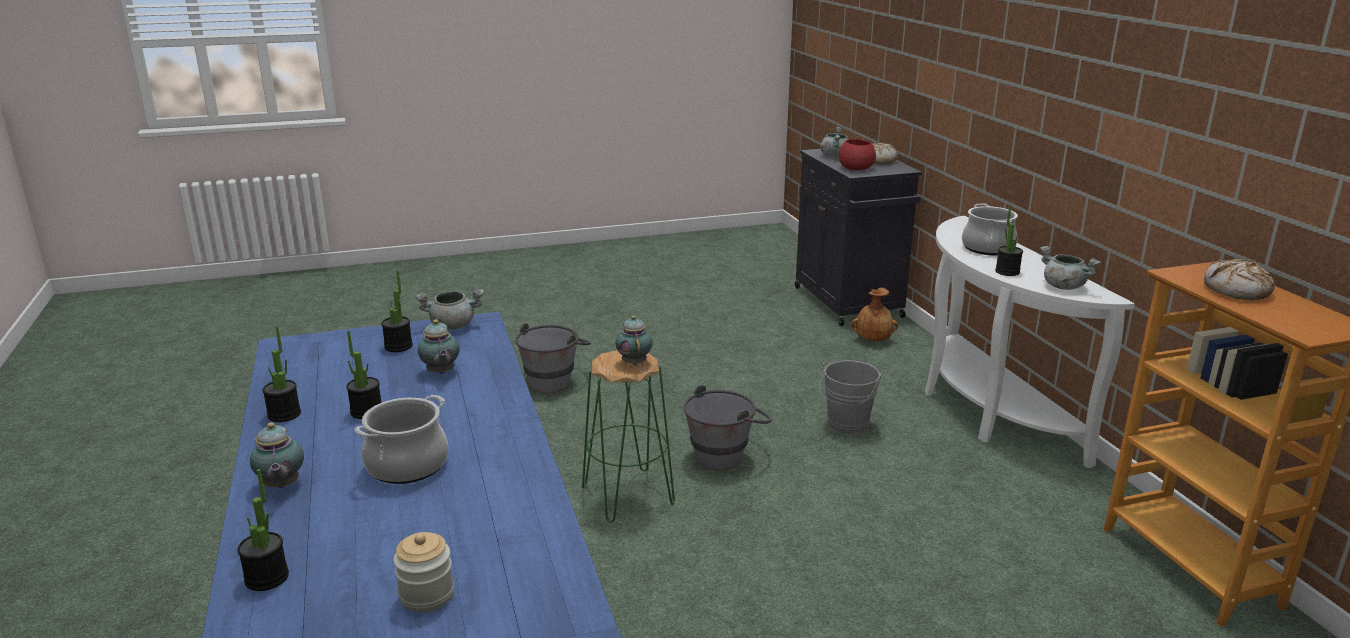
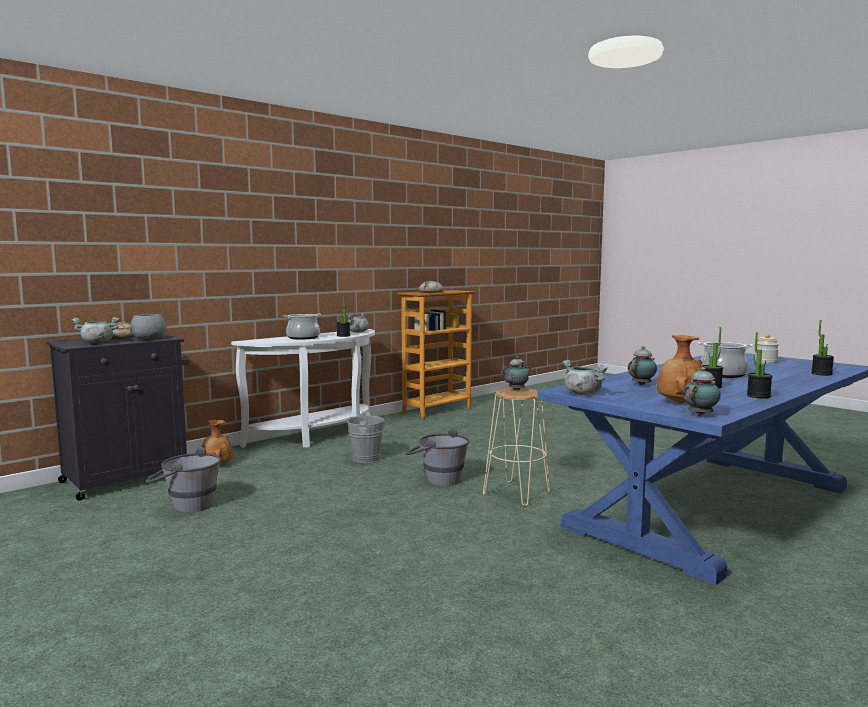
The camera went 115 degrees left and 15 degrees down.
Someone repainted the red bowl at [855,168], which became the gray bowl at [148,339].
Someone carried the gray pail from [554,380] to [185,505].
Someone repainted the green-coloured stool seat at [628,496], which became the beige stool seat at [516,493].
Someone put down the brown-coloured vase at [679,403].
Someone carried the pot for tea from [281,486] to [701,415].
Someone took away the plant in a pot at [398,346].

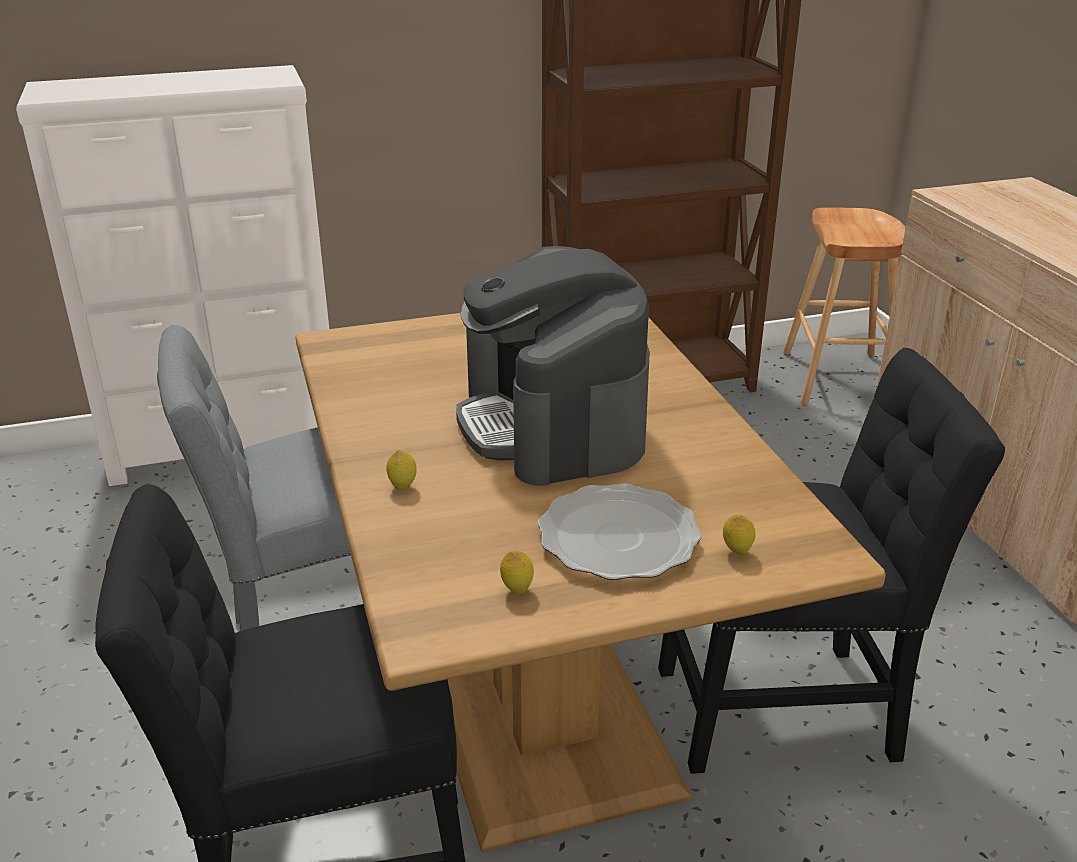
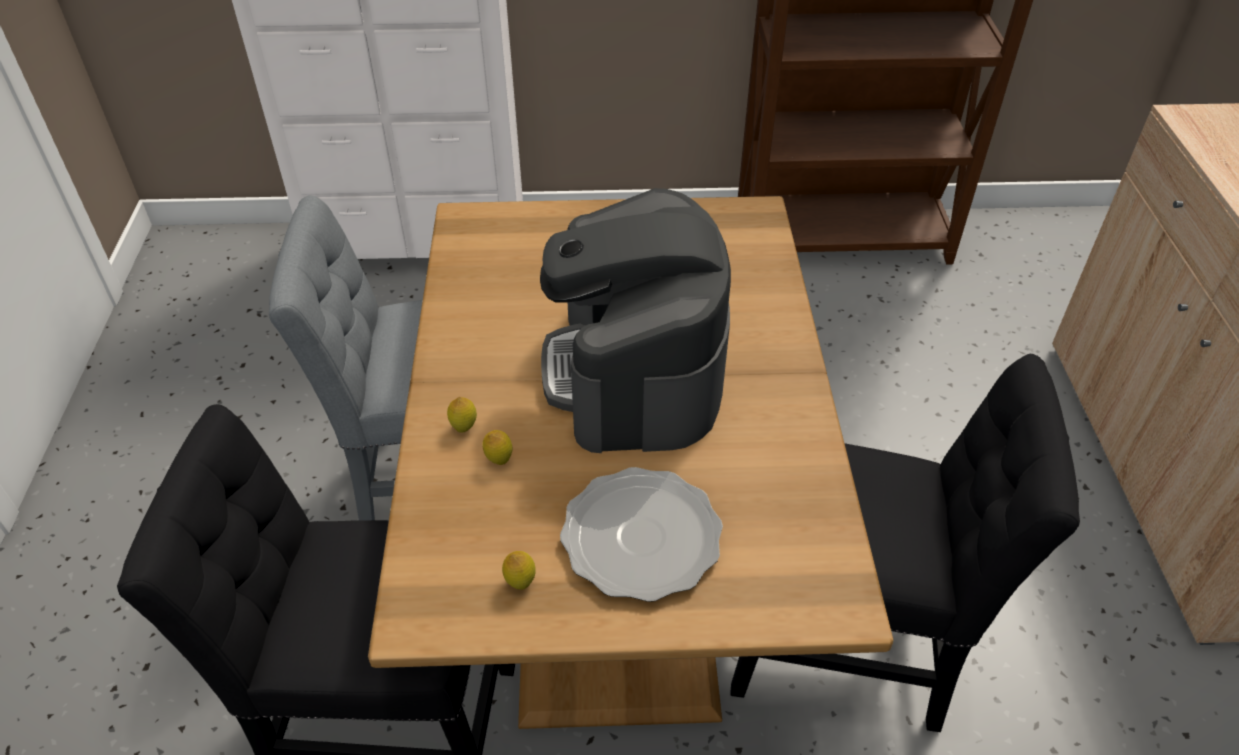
The camera went 15 degrees right and 15 degrees up.
Someone carried the lemon from [736,552] to [499,460].
Someone took away the brown-coloured stool seat at [838,378].

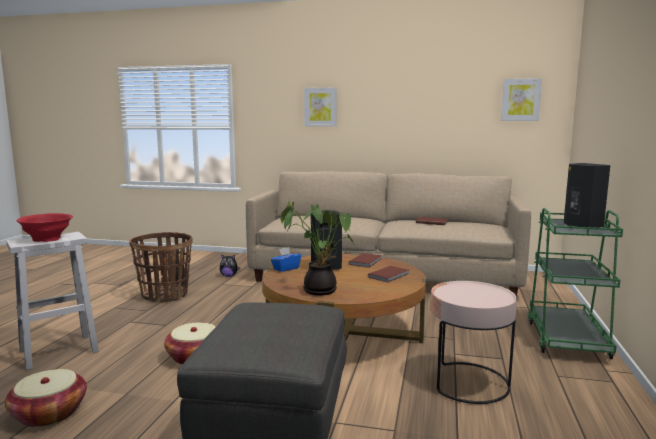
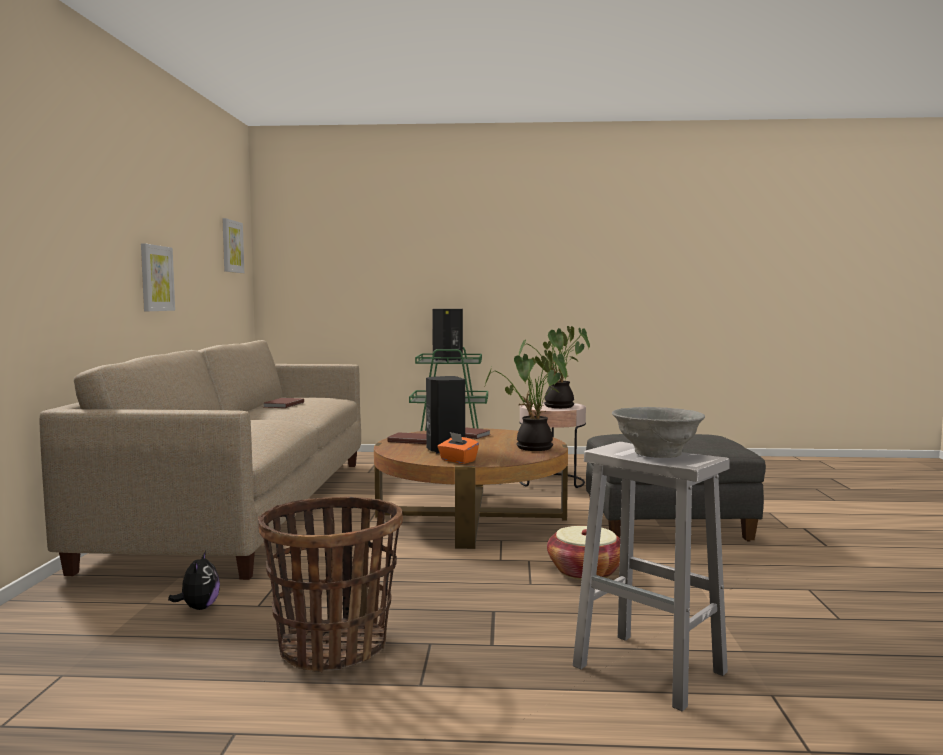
The camera went 100 degrees left and 5 degrees down.
Someone carried the picture from [320,107] to [156,278].
Someone repainted the blue box of tissues at [286,268], which became the orangey box of tissues at [457,461].
Someone put down the plant in a pot at [556,406].
Someone repainted the red bowl at [47,239], which became the gray bowl at [656,453].
Someone took away the basket at [49,414].

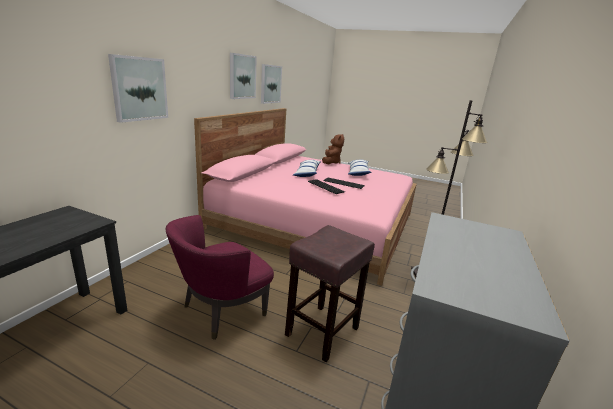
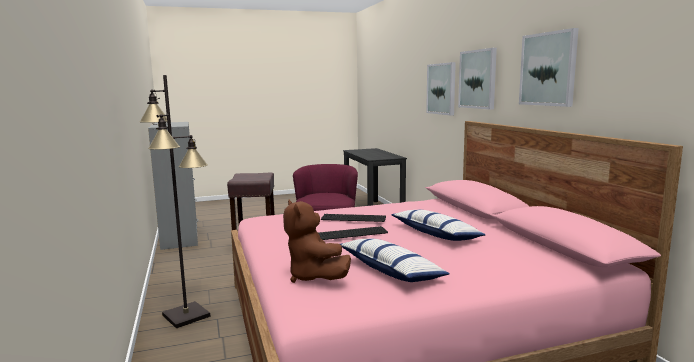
The camera went 140 degrees right and 10 degrees down.
Someone carried the brown-coloured soft toy from [331,162] to [314,277].
Someone carried the picture from [270,84] to [478,79].

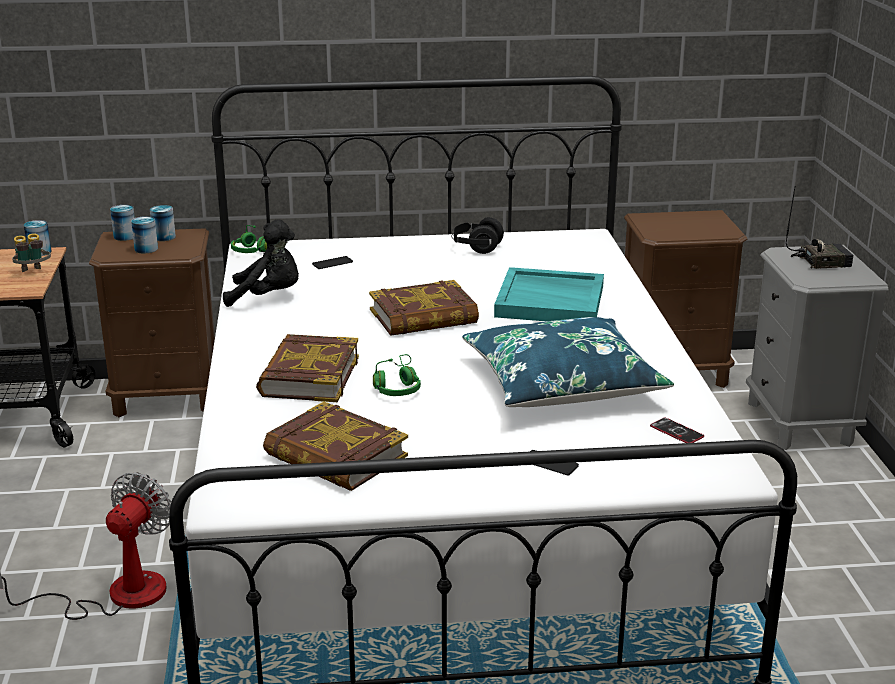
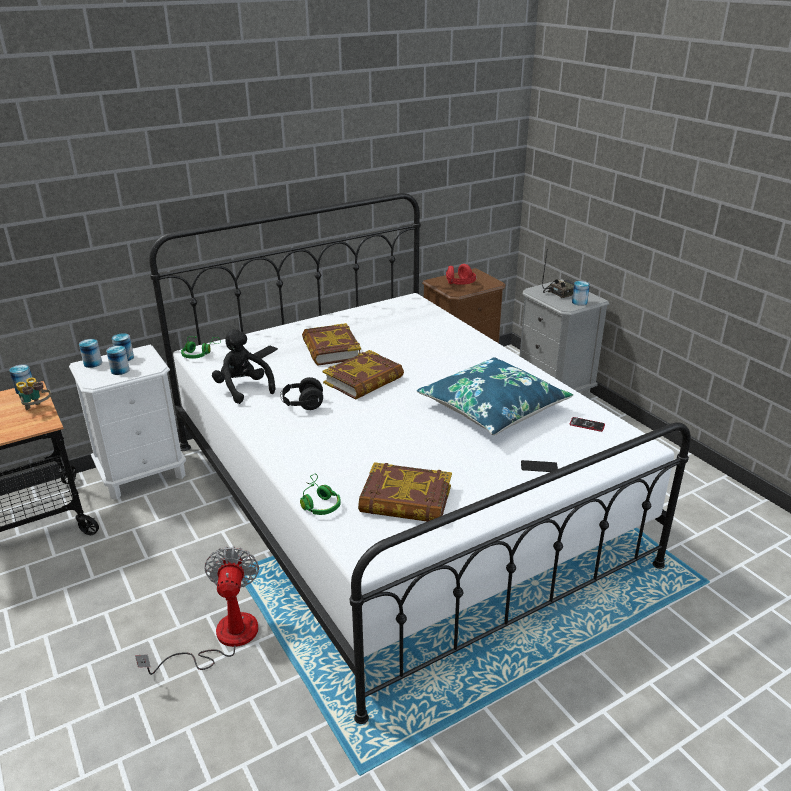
The camera went 25 degrees left and 5 degrees up.
Someone repainted the brown-coloured nightstand at [167,397], which became the whitish nightstand at [142,474].
Someone rotated the blackish soft toy at [268,297] by 105 degrees counterclockwise.
Someone carried the blackish pair of headphones from [476,248] to [302,404].
Someone carried the green-coloured pair of headphones from [397,386] to [319,502].
Someone carried the volume from [309,376] to [331,350].
Someone put down the red pair of headphones at [460,284].
Someone put down the can at [579,302].
Someone took away the blue-green carrying tray at [551,301].

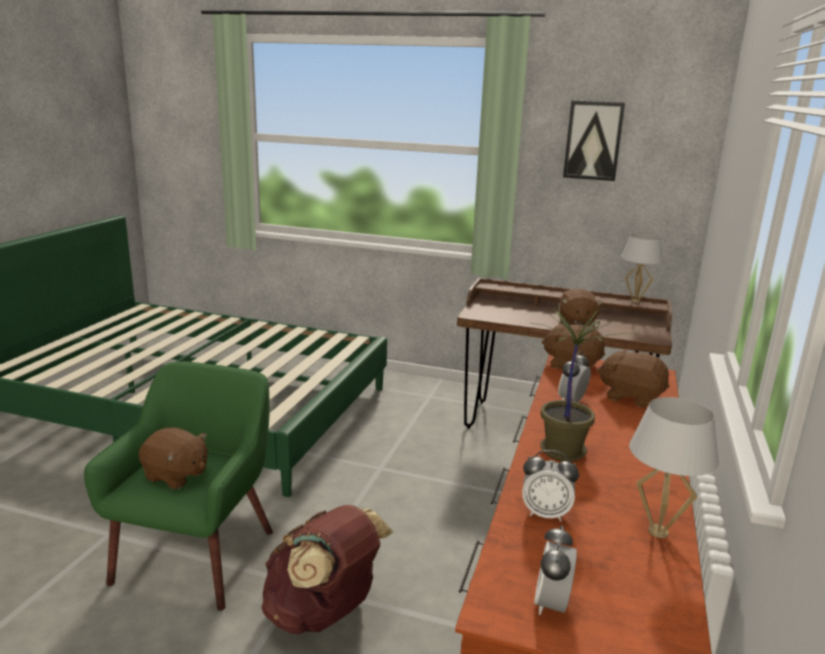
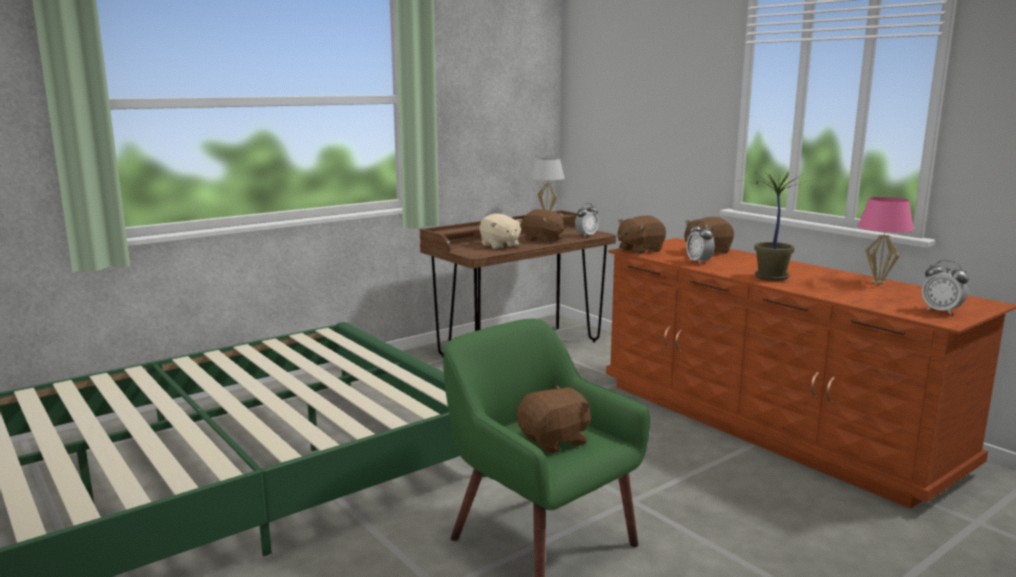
The camera went 55 degrees left and 5 degrees down.
Someone put down the beige soft toy at [500,246].
Someone carried the bedside clock from [545,513] to [586,235].
Someone repainted the whitish table lamp at [657,531], which became the pink table lamp at [878,282].
Someone took away the brown-coloured knapsack at [323,613].
Someone took away the picture at [593,140].

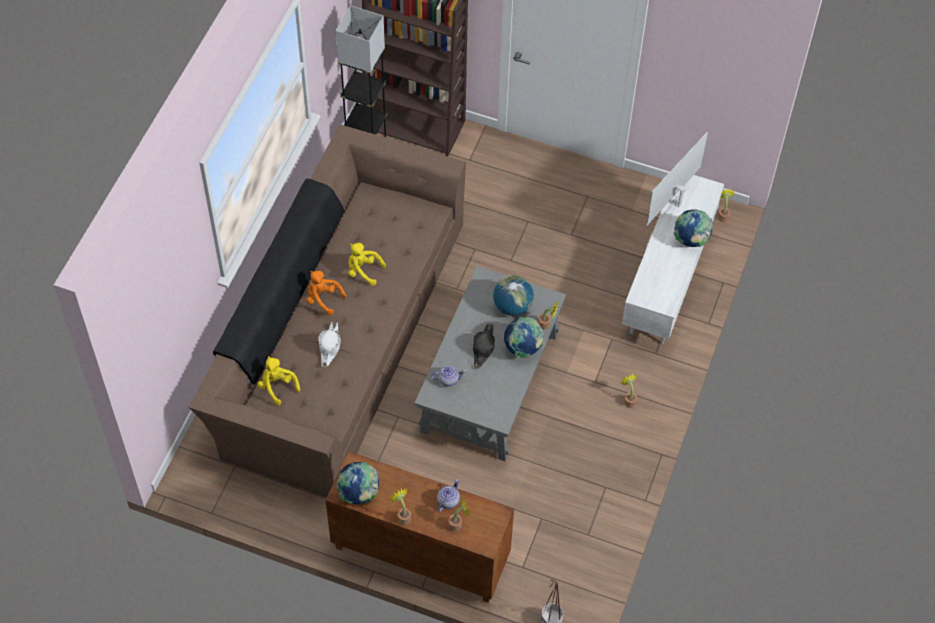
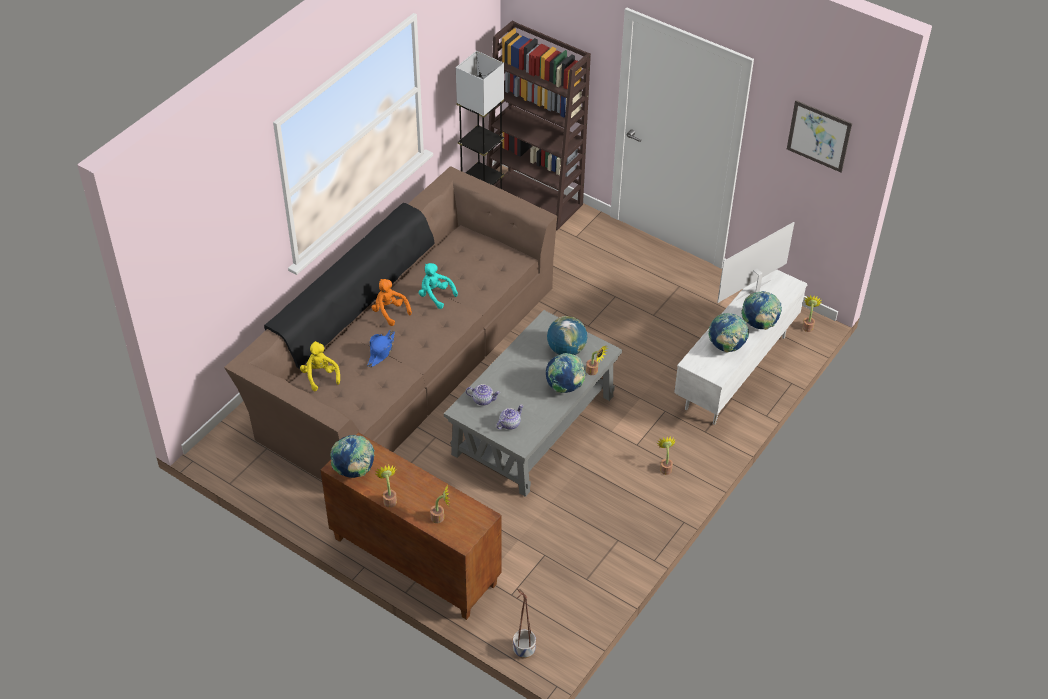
The camera went 15 degrees right and 10 degrees down.
Someone repainted the whitish hat at [330,346], which became the blue hat at [381,351].
Someone repainted the yellowish soft toy at [363,271], which became the blue-green soft toy at [435,295].
Someone carried the pot for tea from [448,500] to [509,423].
Someone put down the globe at [726,347].
Someone put up the picture at [819,136].
Someone took away the blackish hat at [483,348].

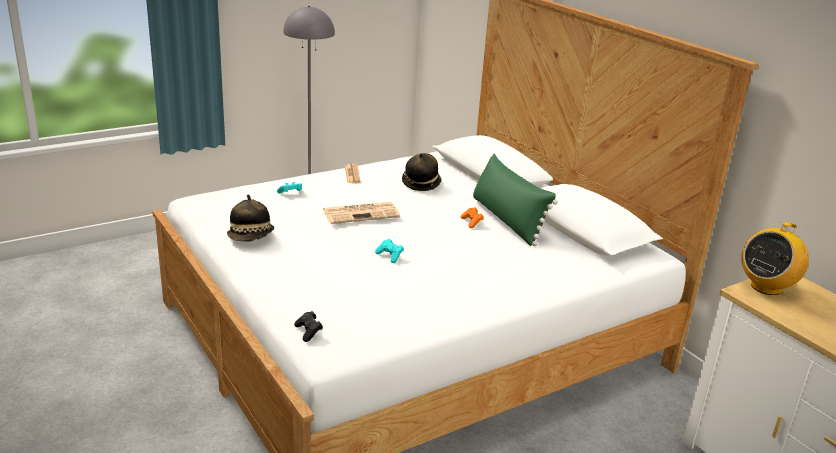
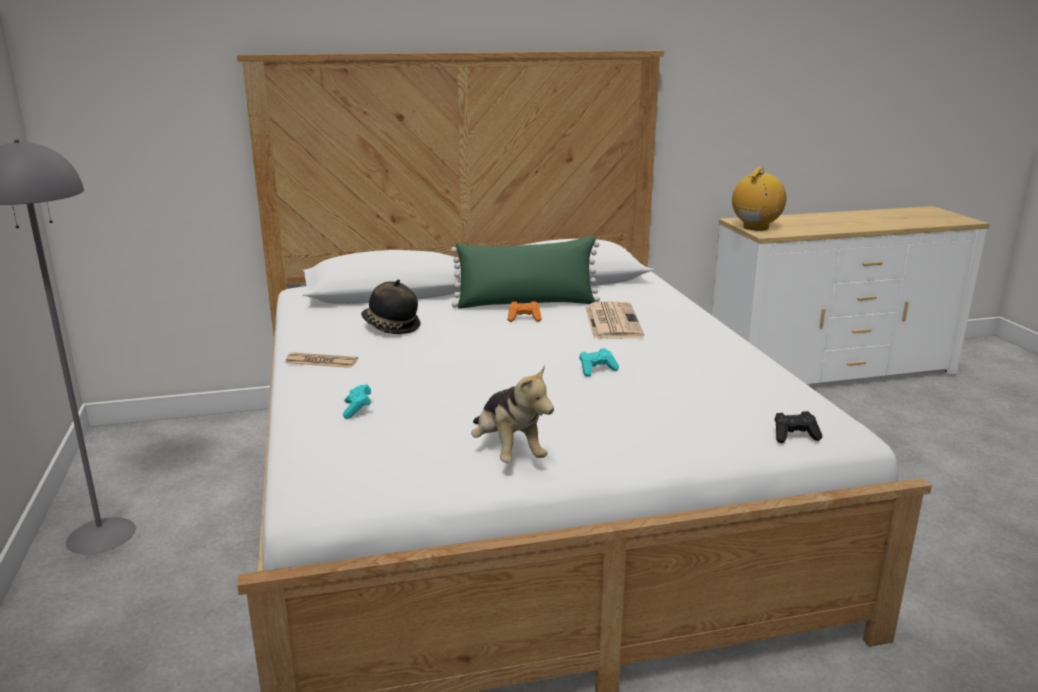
The camera went 70 degrees left and 5 degrees down.
Someone swapped the hat at [251,237] for the soft toy at [508,452].
Someone carried the newspaper from [361,213] to [612,321].
Someone rotated the radio set at [766,287] by 120 degrees counterclockwise.

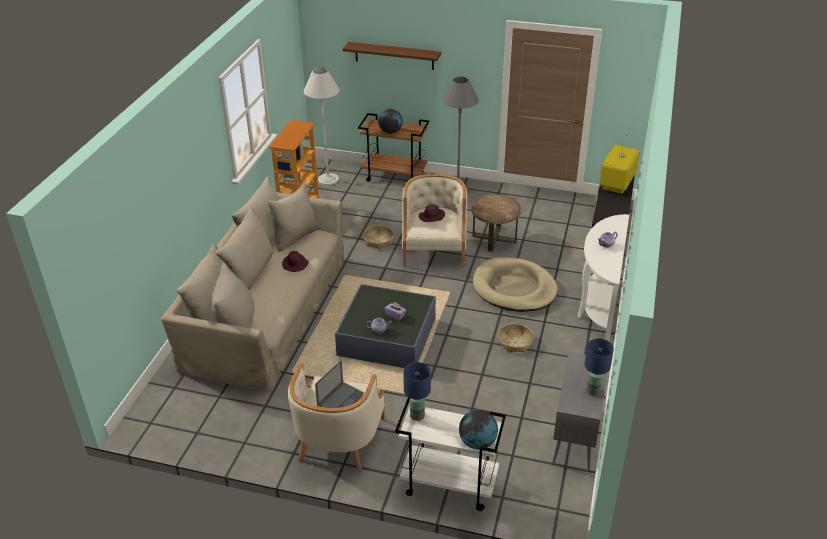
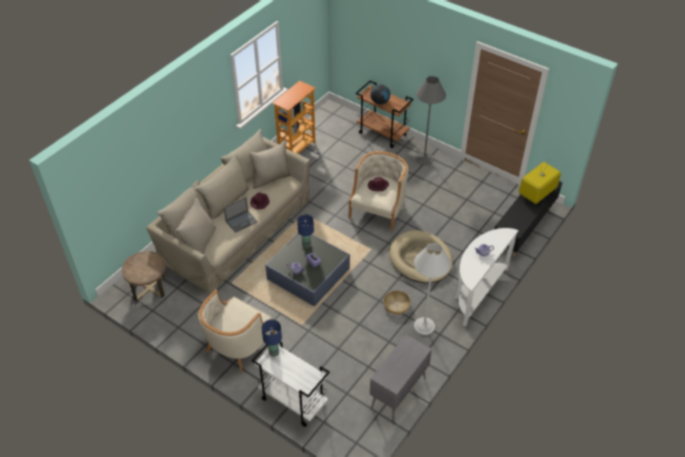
The camera went 20 degrees right and 10 degrees up.
Someone carried the brown-coloured side table from [494,239] to [149,288].
Someone carried the portable computer from [341,400] to [241,221].
Someone carried the blue table lamp from [592,390] to [306,245].
Someone carried the whitish standard lamp from [328,179] to [424,326].
Someone took away the brown-coloured bracket shelf at [394,56].
Someone took away the basket at [378,241].
Someone took away the globe at [477,443].

